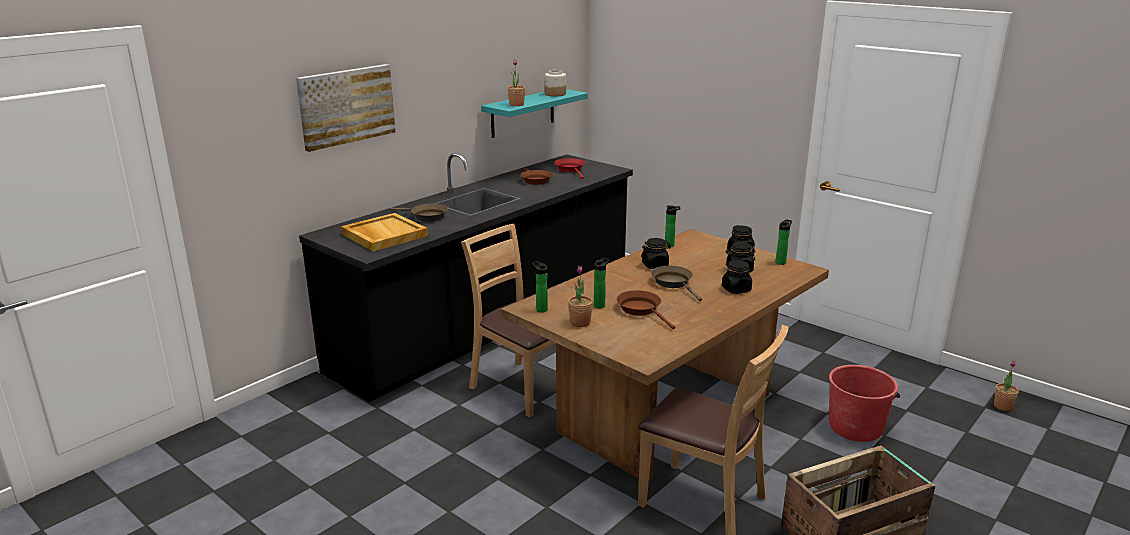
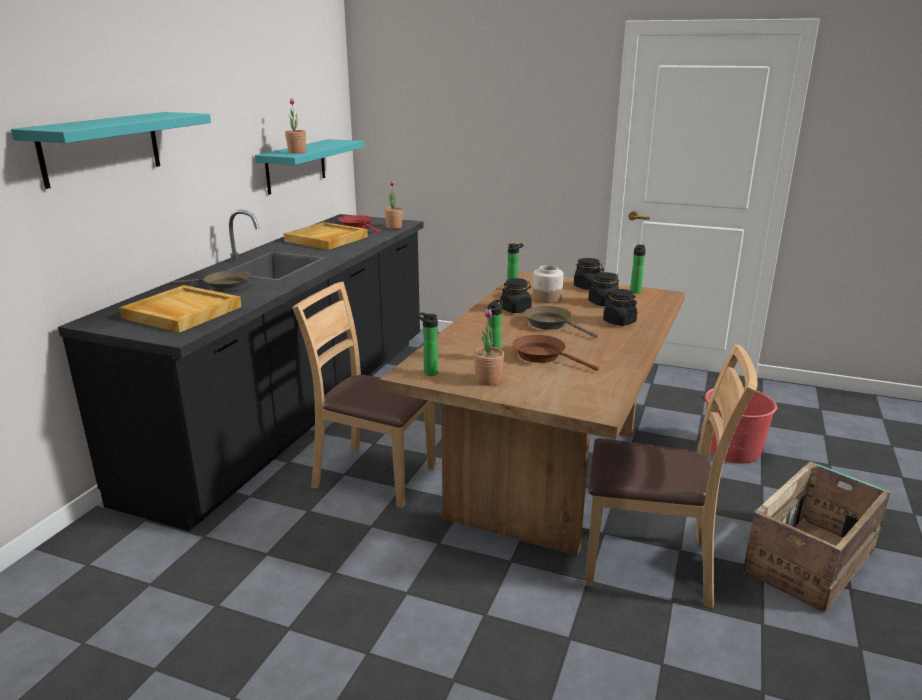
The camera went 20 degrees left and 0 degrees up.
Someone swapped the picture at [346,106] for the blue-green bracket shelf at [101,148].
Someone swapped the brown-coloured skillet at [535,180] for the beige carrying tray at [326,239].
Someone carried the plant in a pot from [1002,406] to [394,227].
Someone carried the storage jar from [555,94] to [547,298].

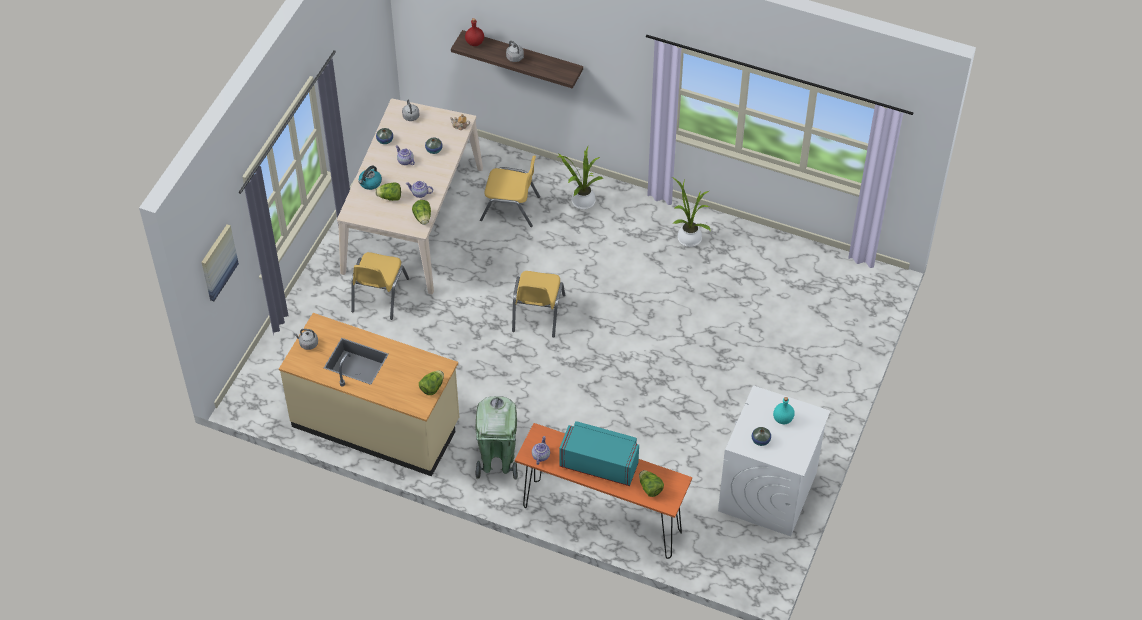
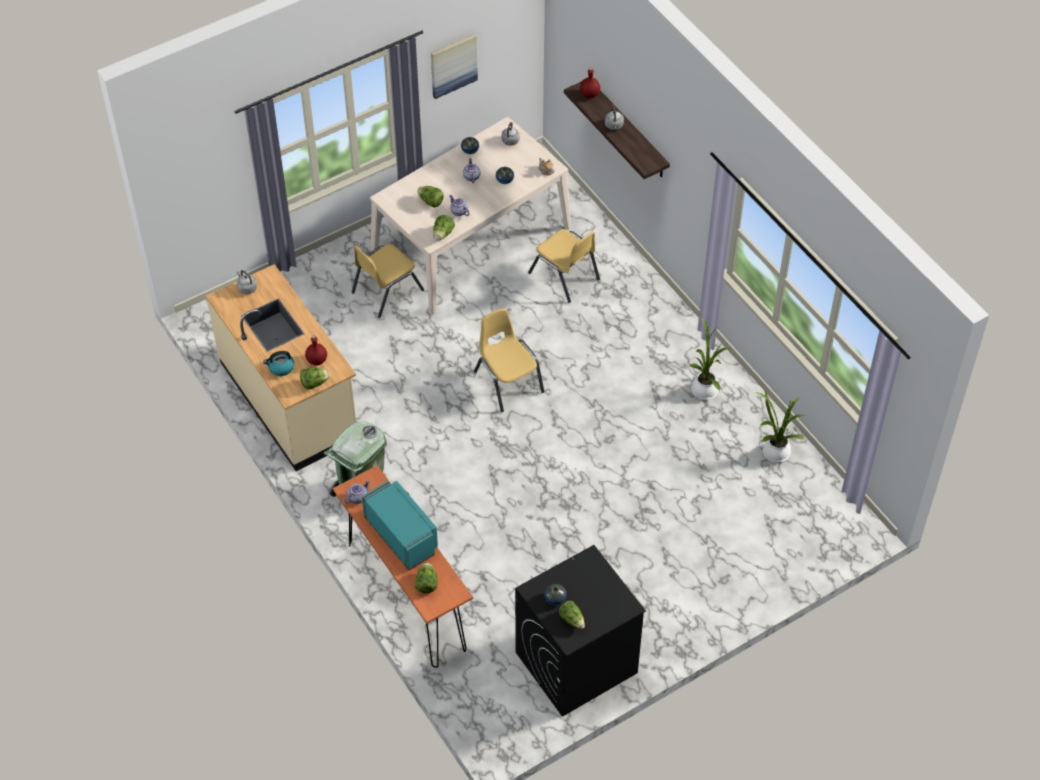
The camera went 35 degrees right and 0 degrees up.
Someone carried the water kettle from [370,183] to [281,368].
Someone put down the red beverage bottle at [316,360].
Someone carried the picture from [218,262] to [453,65].
Someone rotated the yellowish plain chair at [537,313] by 105 degrees clockwise.
Someone repainted the whitish laundry machine at [767,492], which became the blackish laundry machine at [575,663].
Someone put down the lettuce at [572,619].
Someone carried the plant in a pot from [581,201] to [774,451].
Someone took away the blue-green beverage bottle at [782,419].

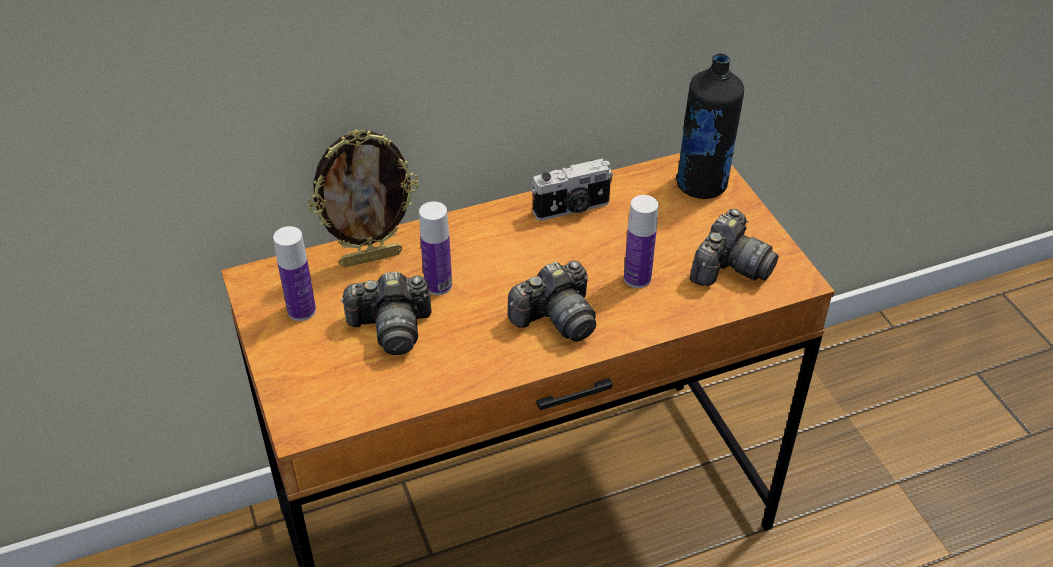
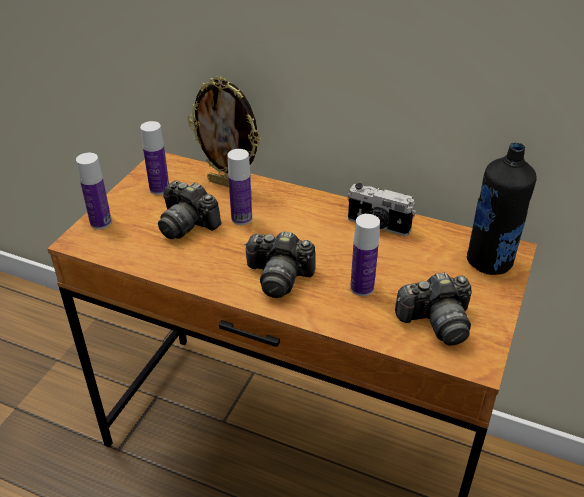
The camera went 45 degrees right and 5 degrees down.
Someone put down the beverage bottle at [101,222].

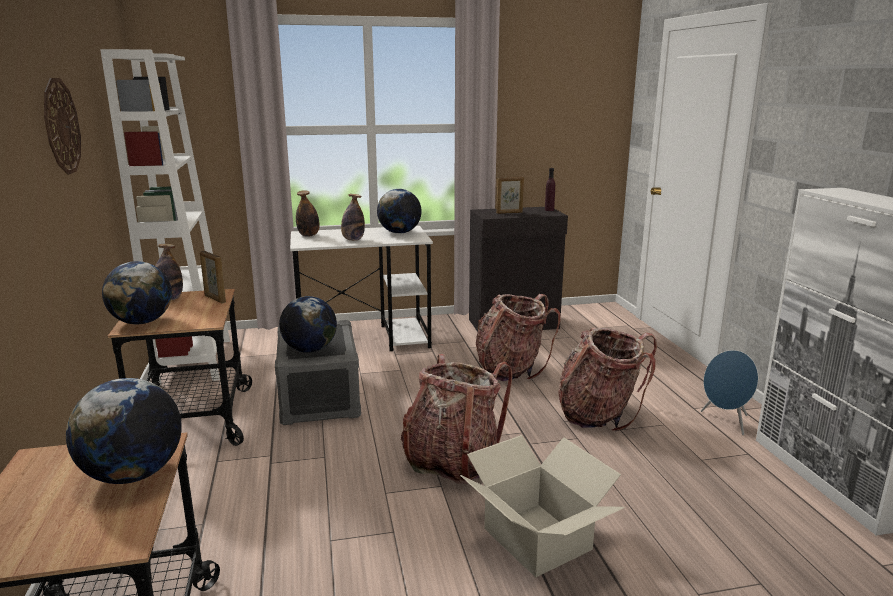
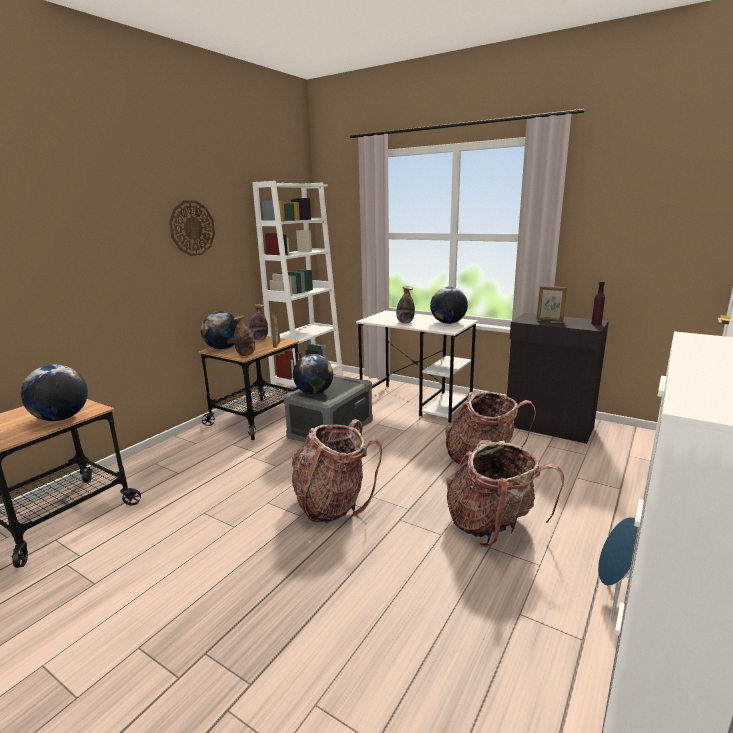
The camera went 45 degrees right and 0 degrees up.
Someone carried the beverage bottle from [308,235] to [246,355].
Someone took away the packing box at [536,539].

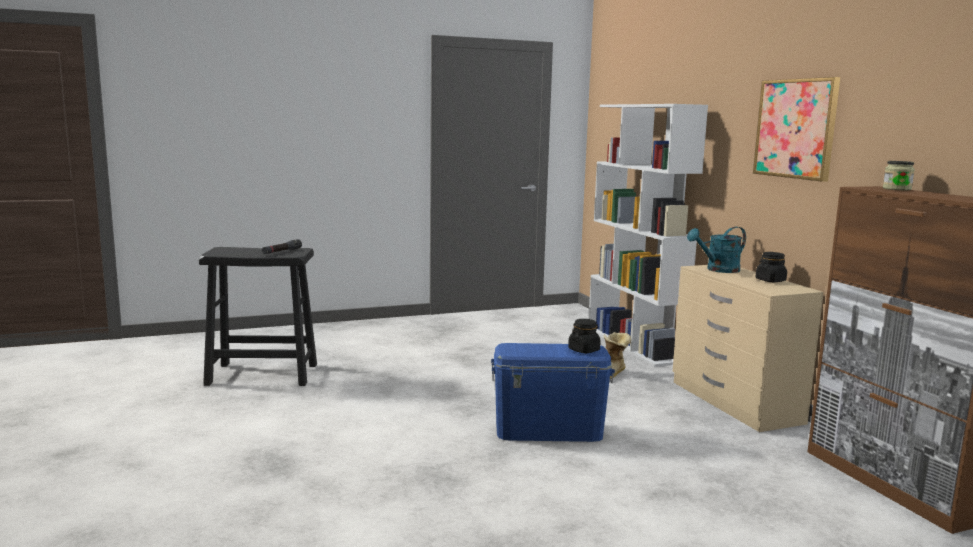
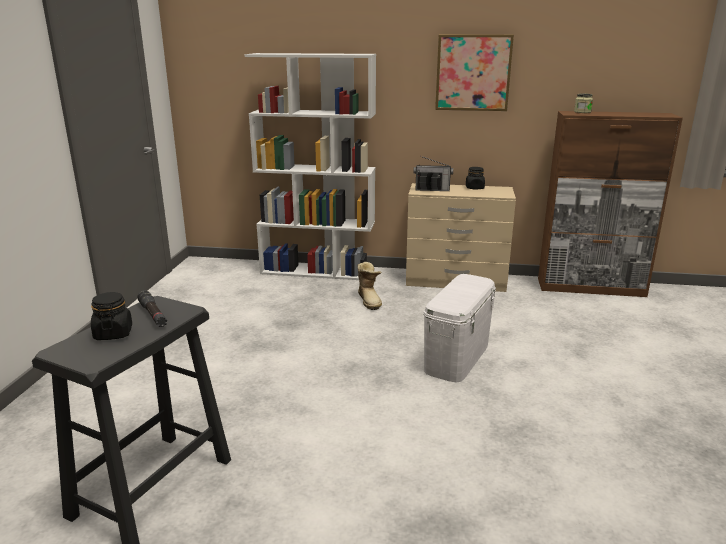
The camera went 60 degrees left and 10 degrees up.
Someone carried the blackish storage jar from [584,350] to [113,333].
Someone swapped the blue-green sprinkling can at [718,270] for the radio set at [432,190].
Someone repainted the blue storage container at [549,430], which became the whitish storage container at [457,357].

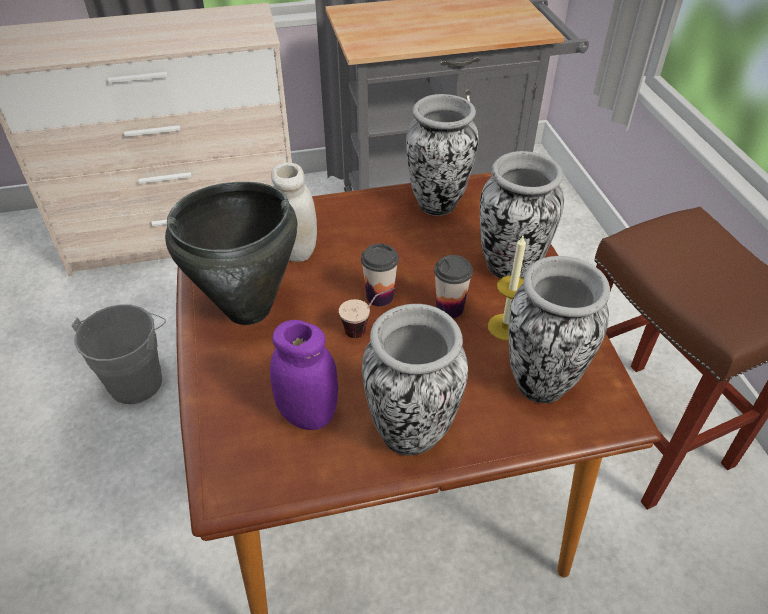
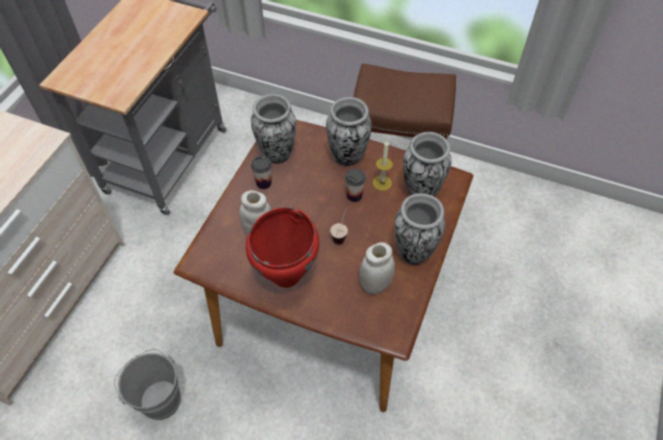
The camera went 55 degrees left and 10 degrees up.
Someone repainted the blackish cooking pot at [249,309], which became the red cooking pot at [287,275].
Someone carried the small cup from [380,297] to [263,183].
Someone repainted the purple storage jar at [308,414], which became the whitish storage jar at [375,285].

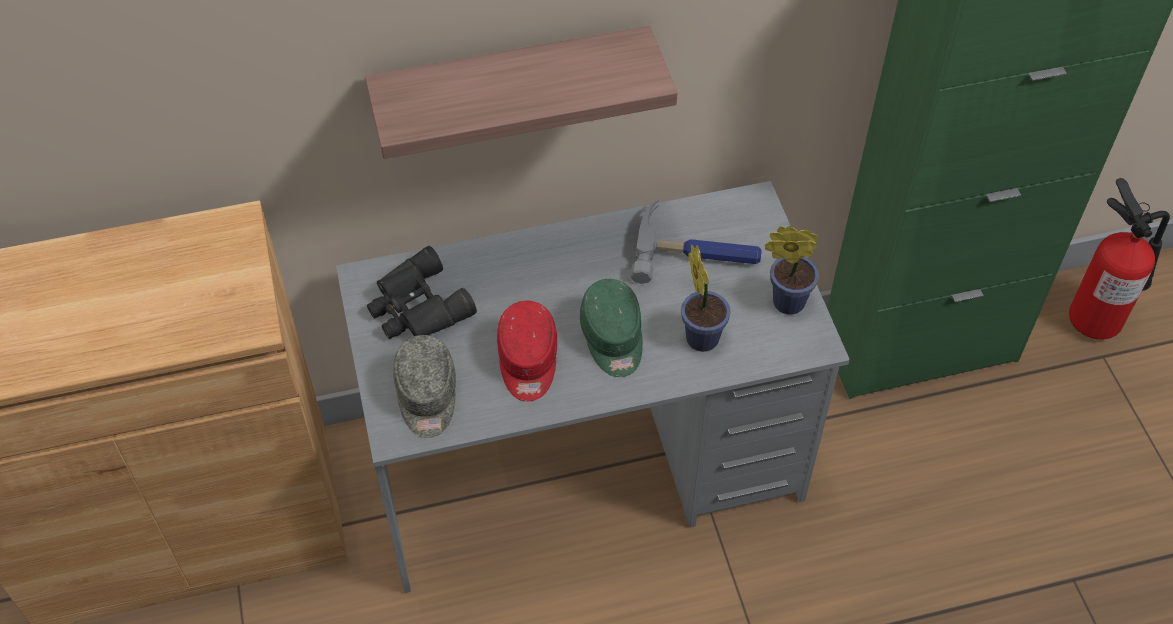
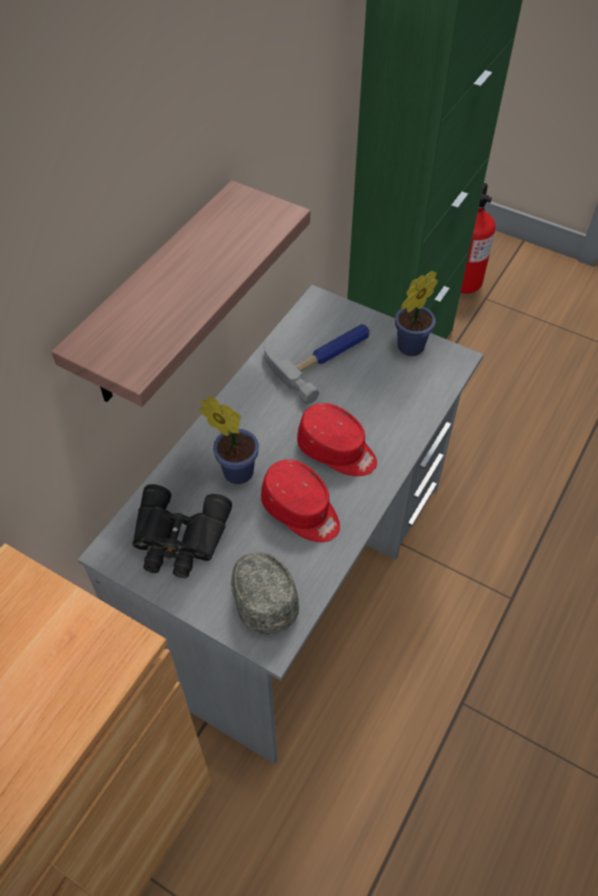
The camera went 45 degrees left and 0 degrees up.
Someone carried the plant in a pot from [701,335] to [235,470].
Someone rotated the gray cap at [427,396] by 150 degrees counterclockwise.
Someone repainted the green-coloured cap at [613,338], which became the red cap at [337,451].

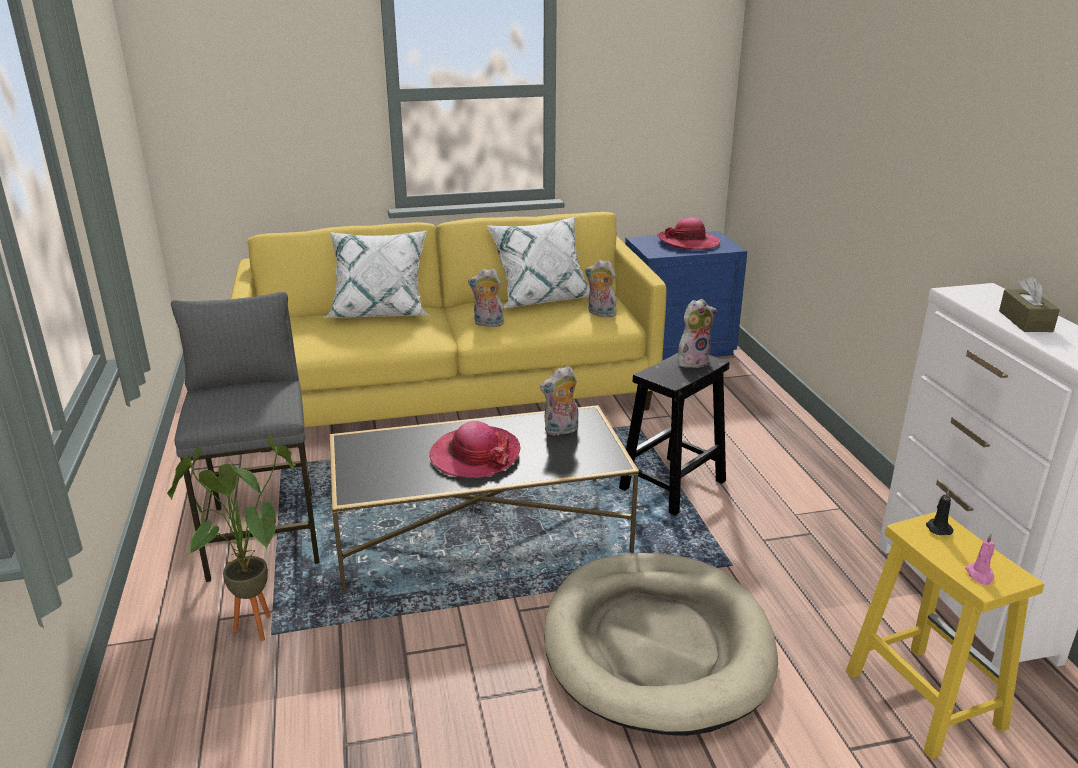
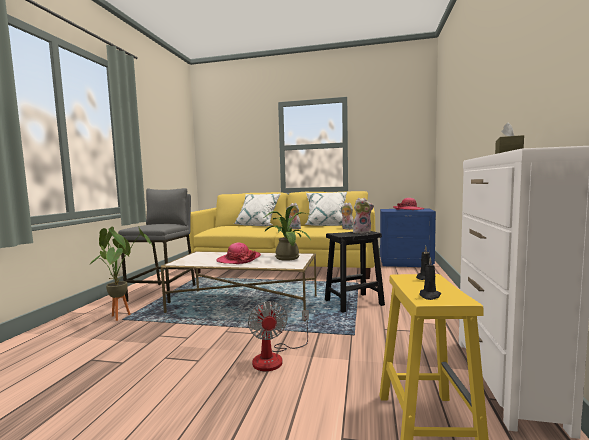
The camera went 25 degrees right and 20 degrees down.
Someone repainted the blackish lounge table at [481,532], which became the whitish lounge table at [244,304].
Someone swapped the beige dog bed at [656,645] for the cooling fan at [275,357].
Someone swapped the soft toy at [561,431] for the plant in a pot at [286,257].
Someone repainted the pink wax candle at [980,575], which became the blackish wax candle at [429,296].

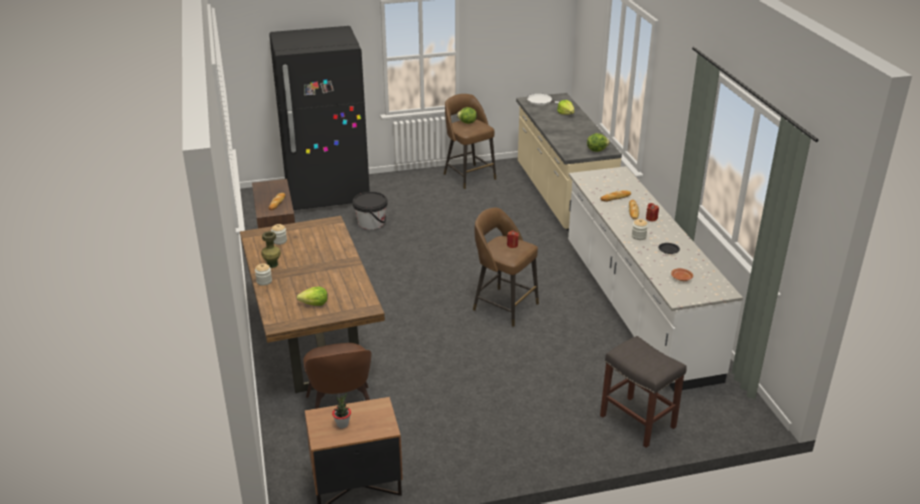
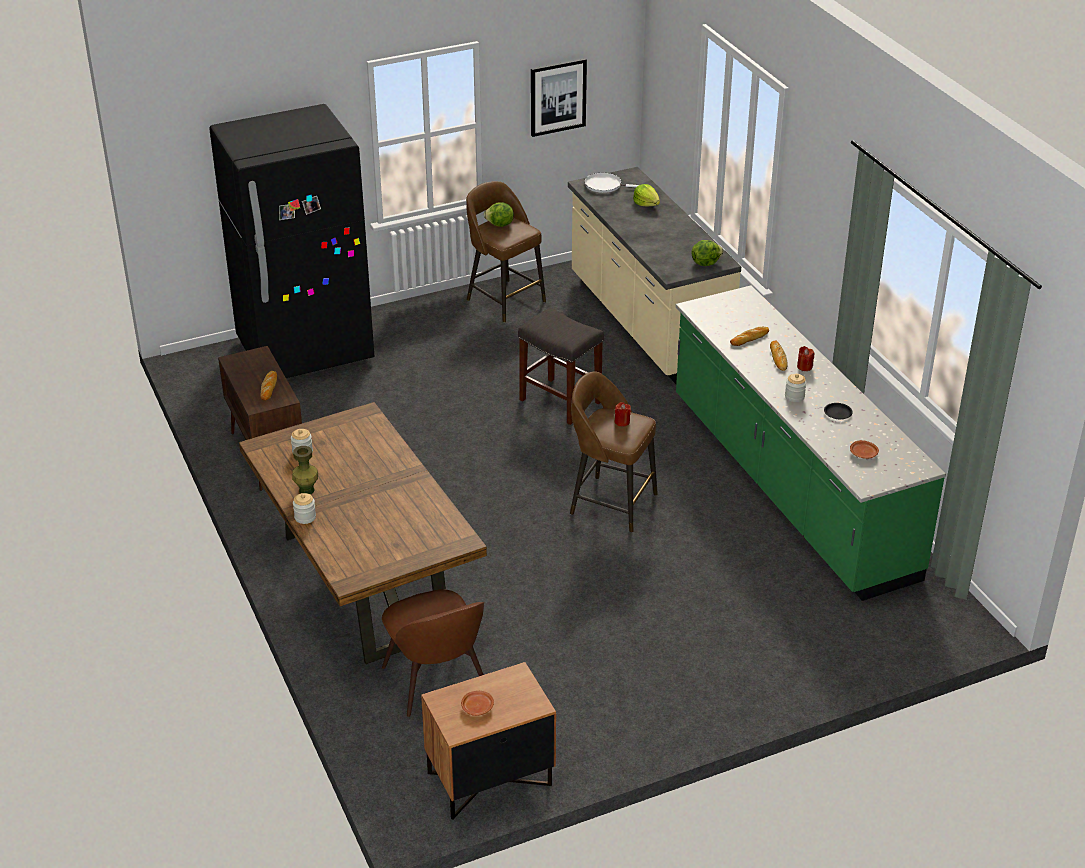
The camera went 10 degrees left and 5 degrees up.
Someone swapped the plant in a pot at [342,424] for the brown-coloured dinner plate at [477,707].
Someone carried the gray stool seat from [636,421] to [559,401].
Someone put up the picture at [558,97].
Someone repainted the whitish counter at [636,309], which became the green-coloured counter at [789,487].
Someone took away the lettuce at [314,304].
Someone took away the blackish pail at [371,223].

